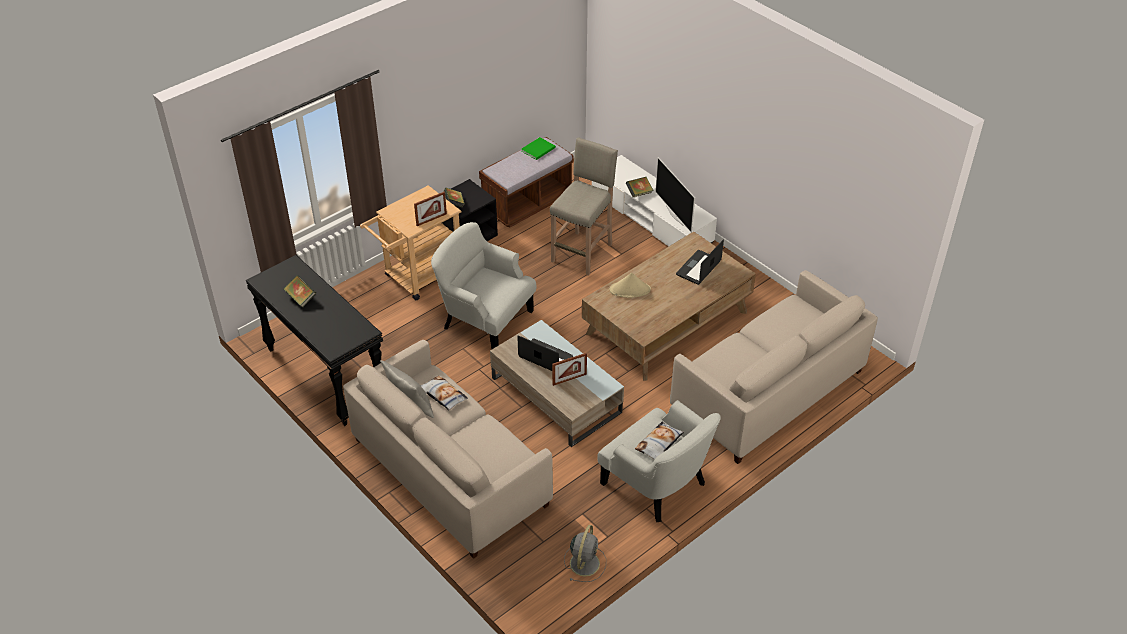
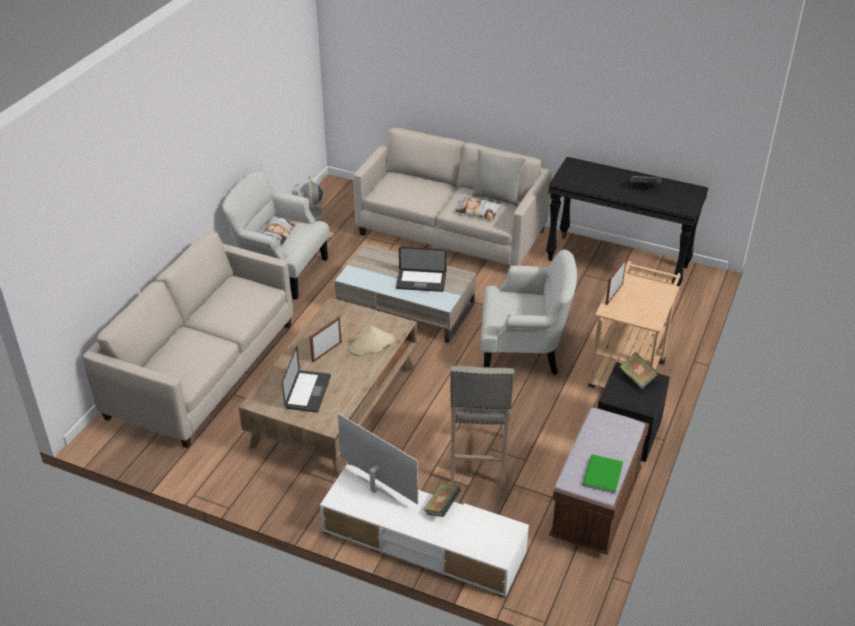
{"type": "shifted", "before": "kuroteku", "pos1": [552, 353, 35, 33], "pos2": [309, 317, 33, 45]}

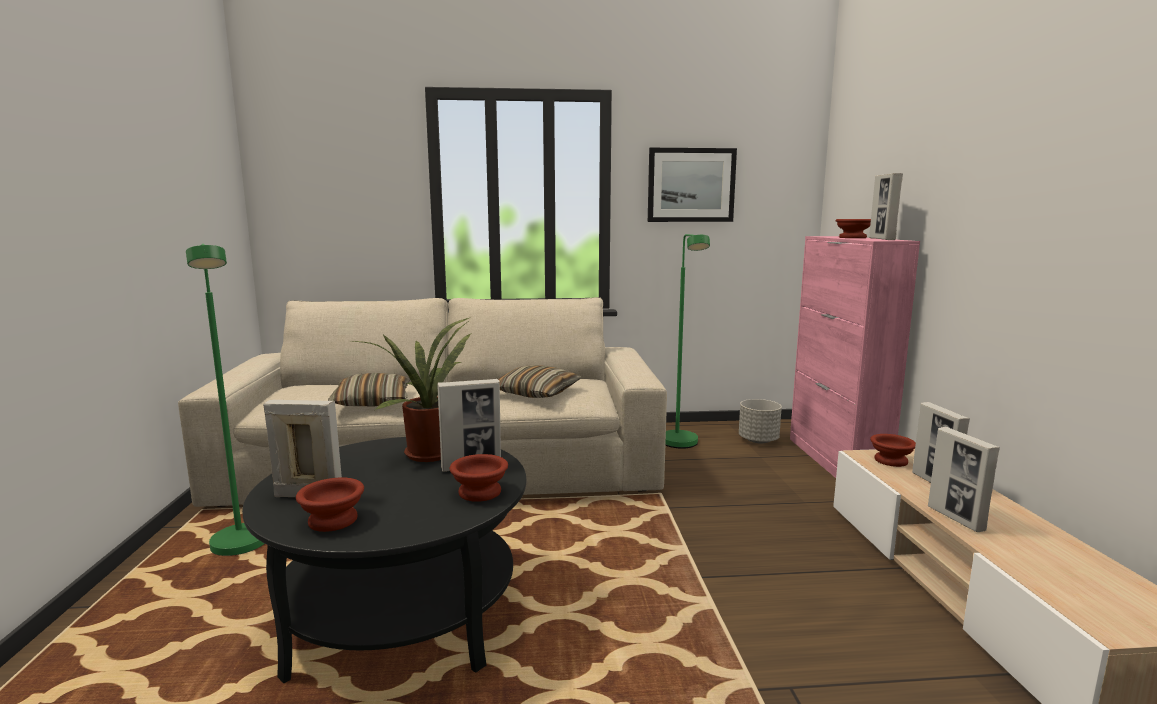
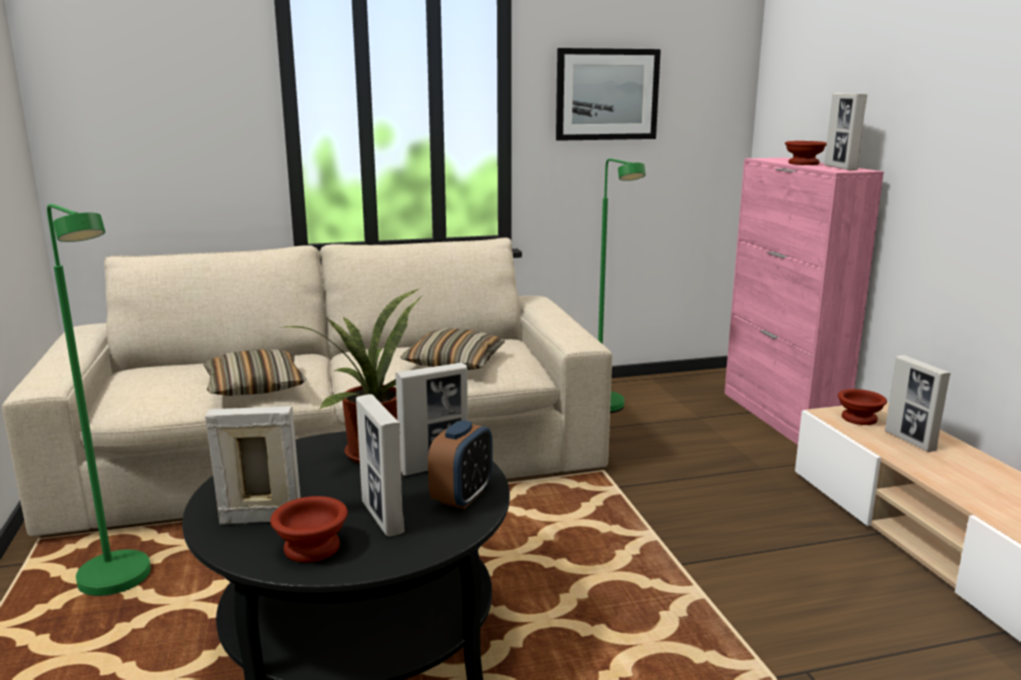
{"type": "swapped", "before": "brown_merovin", "after": "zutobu", "pos1": [450, 454, 58, 48], "pos2": [428, 420, 65, 89]}
{"type": "gone", "before": "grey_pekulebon", "pos1": [739, 399, 43, 44]}
{"type": "shifted", "before": "kuroteku", "pos1": [928, 427, 72, 105], "pos2": [356, 394, 48, 143]}

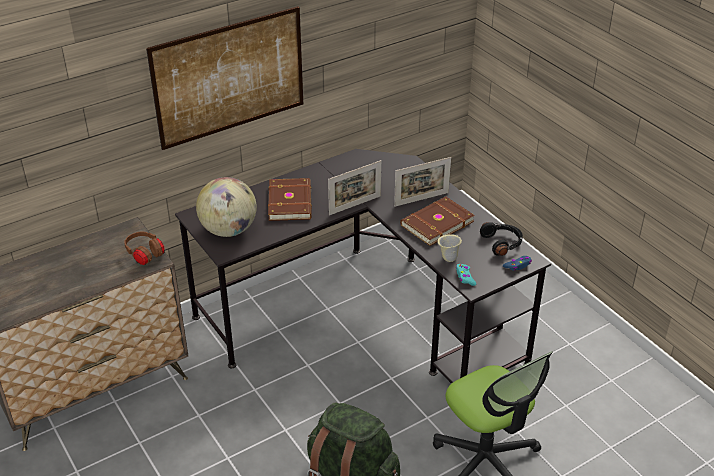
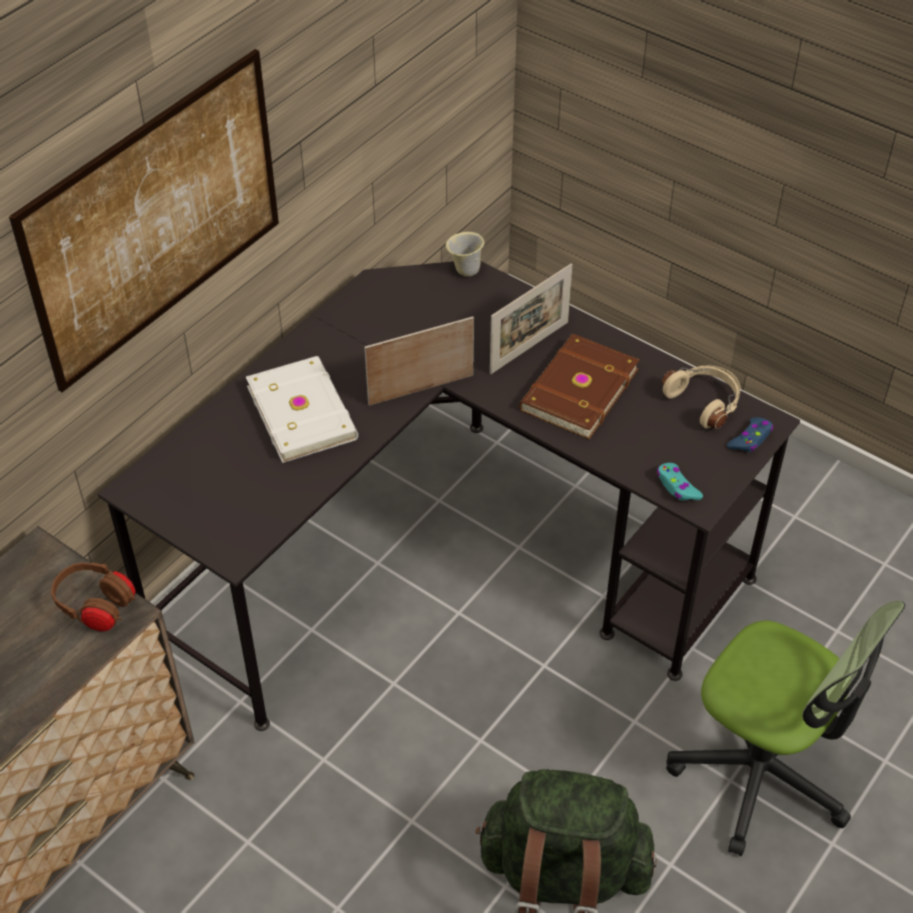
{"type": "gone", "before": "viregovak", "pos1": [196, 177, 61, 60]}
{"type": "repainted", "before": "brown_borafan", "after": "white_borafan", "pos1": [268, 178, 44, 43], "pos2": [246, 356, 112, 107]}
{"type": "rotated", "before": "kuroteku", "pos1": [328, 160, 53, 55], "pos2": [365, 316, 109, 89], "turn": -150}
{"type": "shifted", "before": "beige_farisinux", "pos1": [437, 234, 25, 28], "pos2": [446, 232, 38, 45]}
{"type": "repainted", "before": "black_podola", "after": "beige_podola", "pos1": [480, 222, 43, 34], "pos2": [662, 365, 78, 64]}

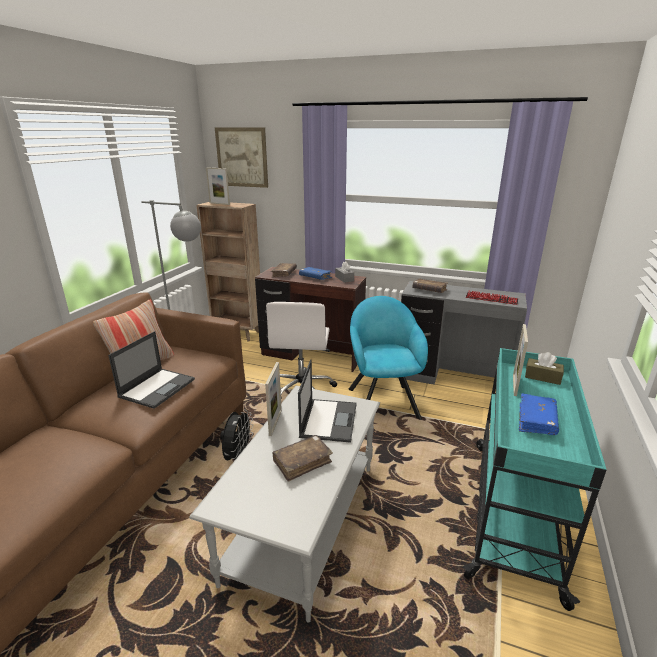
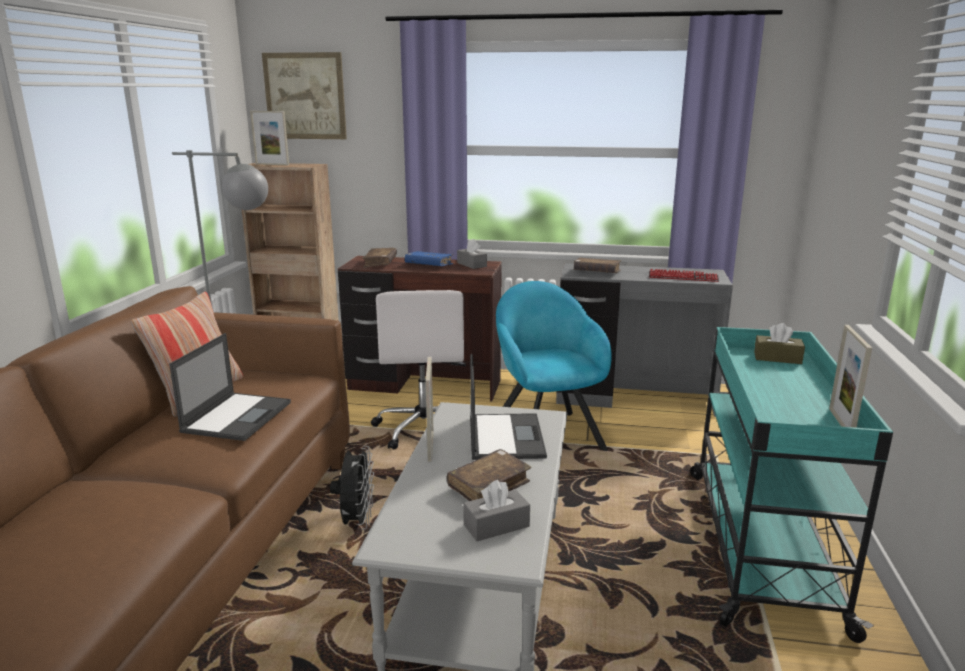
{"type": "shifted", "before": "kuroteku", "pos1": [513, 324, 15, 72], "pos2": [829, 325, 43, 103]}
{"type": "gone", "before": "blue_borafan", "pos1": [519, 394, 40, 41]}
{"type": "new", "after": "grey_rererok", "pos2": [463, 480, 67, 61]}

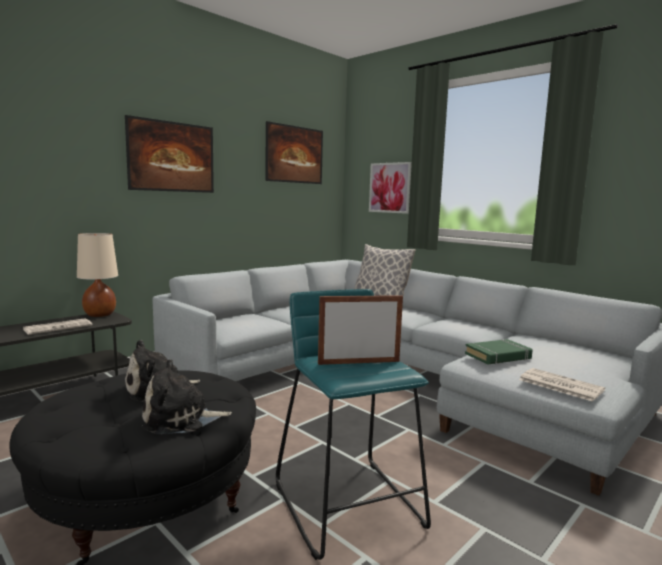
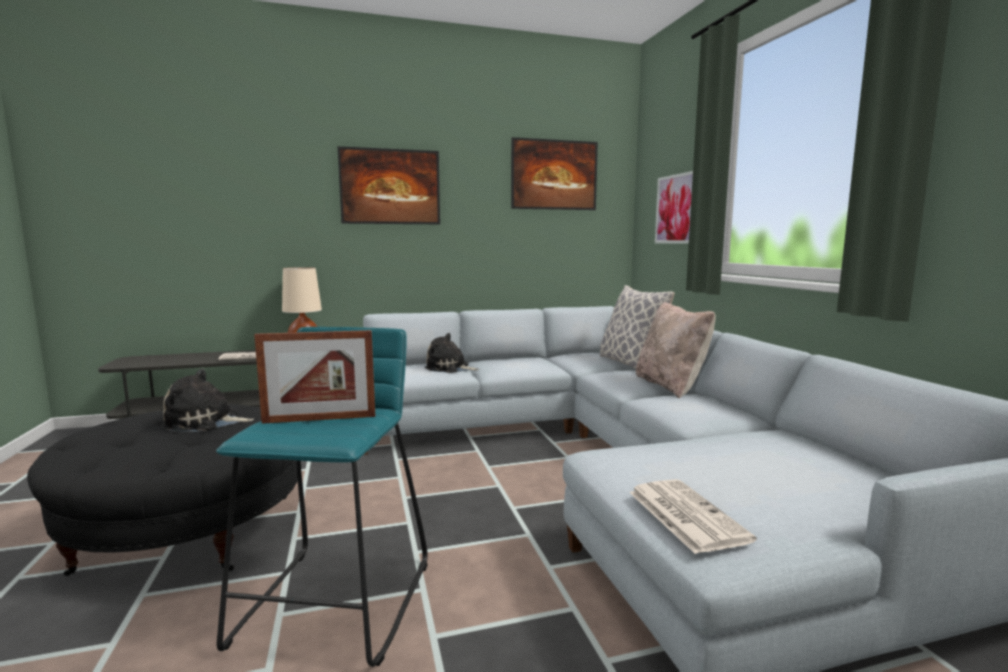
{"type": "shifted", "before": "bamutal", "pos1": [141, 359, 91, 75], "pos2": [425, 333, 54, 40]}
{"type": "rotated", "before": "kuroteku", "pos1": [318, 295, 85, 70], "pos2": [254, 330, 121, 94], "turn": 150}
{"type": "gone", "before": "green_borafan", "pos1": [465, 339, 68, 25]}
{"type": "new", "after": "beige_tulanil", "pos2": [636, 302, 80, 97]}

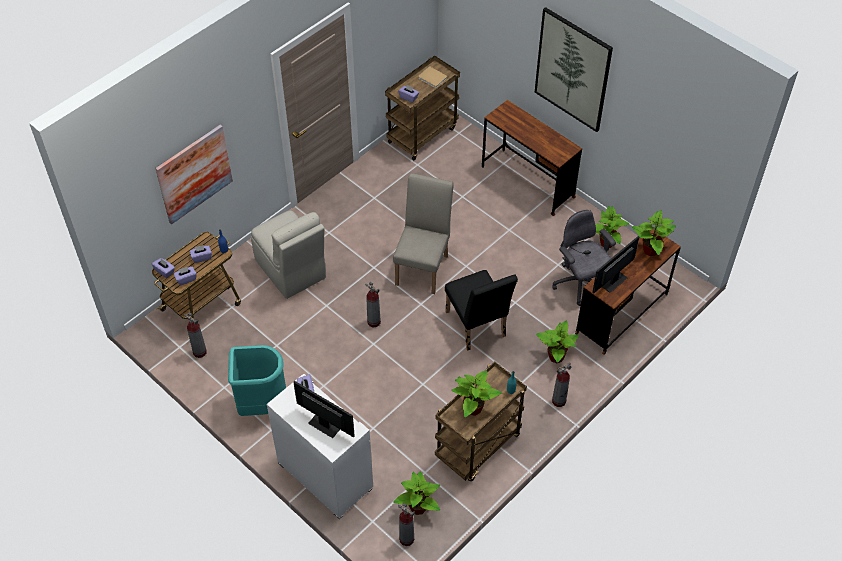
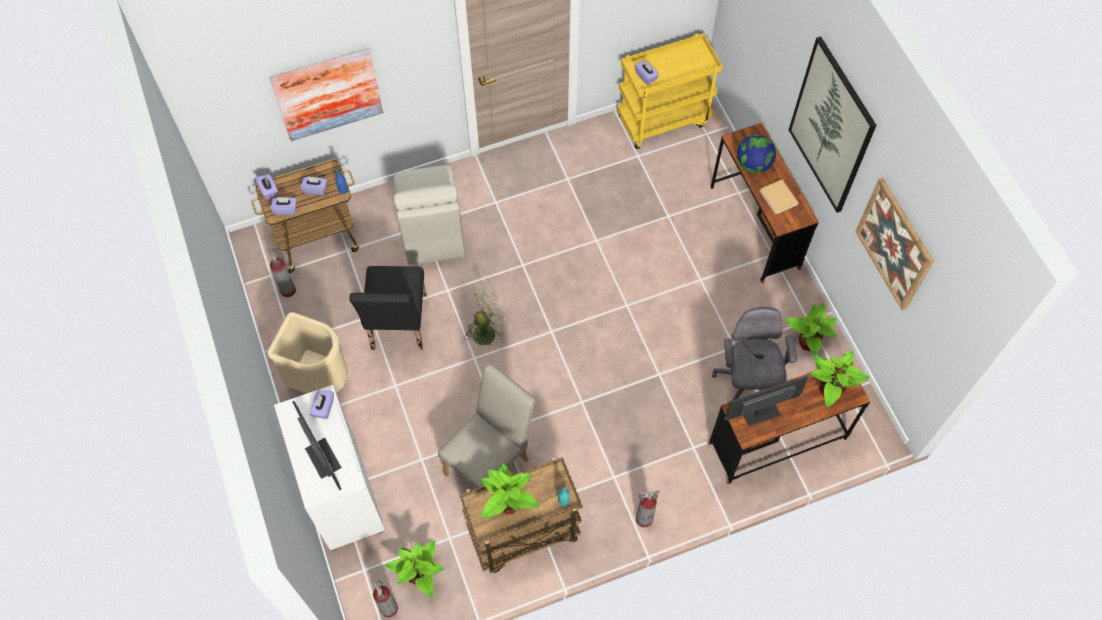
{"type": "repainted", "before": "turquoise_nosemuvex", "after": "beige_nosemuvex", "pos1": [228, 345, 58, 71], "pos2": [268, 312, 80, 81]}
{"type": "swapped", "before": "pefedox", "after": "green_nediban", "pos1": [365, 282, 16, 45], "pos2": [464, 289, 46, 59]}
{"type": "repainted", "before": "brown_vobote", "after": "yellow_vobote", "pos1": [385, 56, 75, 104], "pos2": [617, 33, 106, 116]}
{"type": "shifted", "before": "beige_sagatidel", "pos1": [393, 173, 61, 121], "pos2": [438, 364, 98, 125]}
{"type": "shifted", "before": "beige_borafan", "pos1": [418, 66, 30, 22], "pos2": [760, 180, 38, 34]}
{"type": "shifted", "before": "black_sagatidel", "pos1": [445, 270, 73, 81], "pos2": [350, 266, 77, 84]}
{"type": "gone", "before": "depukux", "pos1": [536, 320, 43, 43]}
{"type": "new", "after": "viregovak", "pos2": [737, 134, 39, 39]}
{"type": "new", "after": "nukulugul", "pos2": [855, 177, 79, 134]}

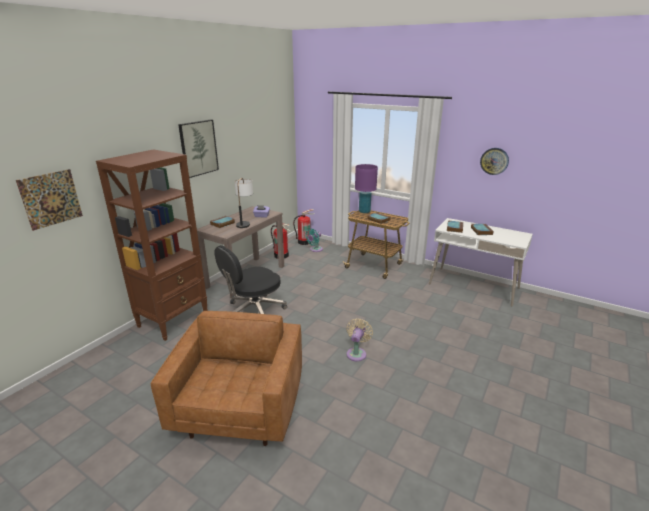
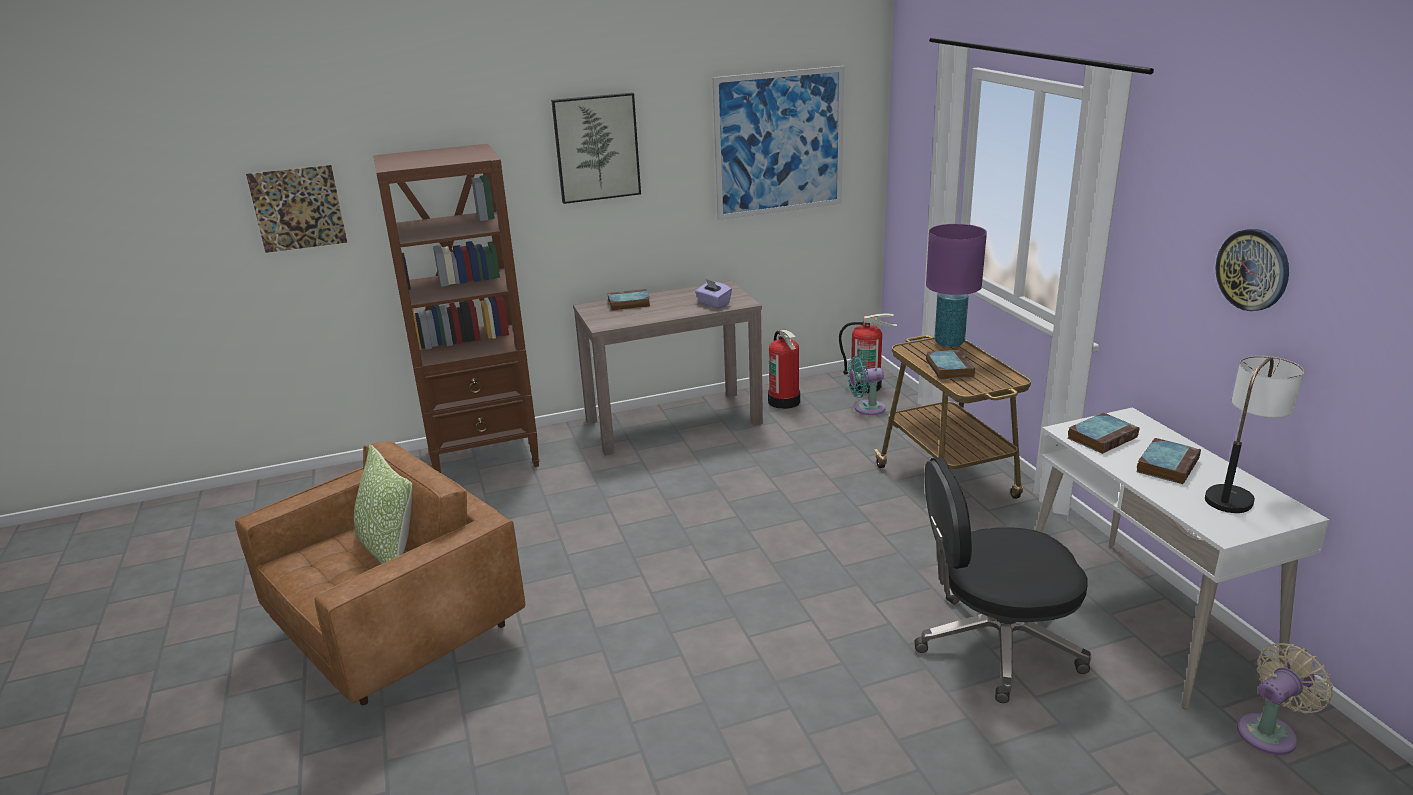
{"type": "shifted", "before": "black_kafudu", "pos1": [214, 245, 73, 69], "pos2": [914, 457, 178, 246]}
{"type": "shifted", "before": "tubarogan", "pos1": [235, 178, 18, 50], "pos2": [1205, 356, 99, 157]}
{"type": "shifted", "before": "beige_nediban", "pos1": [346, 318, 27, 44], "pos2": [1237, 643, 96, 112]}
{"type": "new", "after": "tulanil", "pos2": [354, 445, 58, 119]}
{"type": "new", "after": "nukulugul", "pos2": [713, 66, 131, 154]}

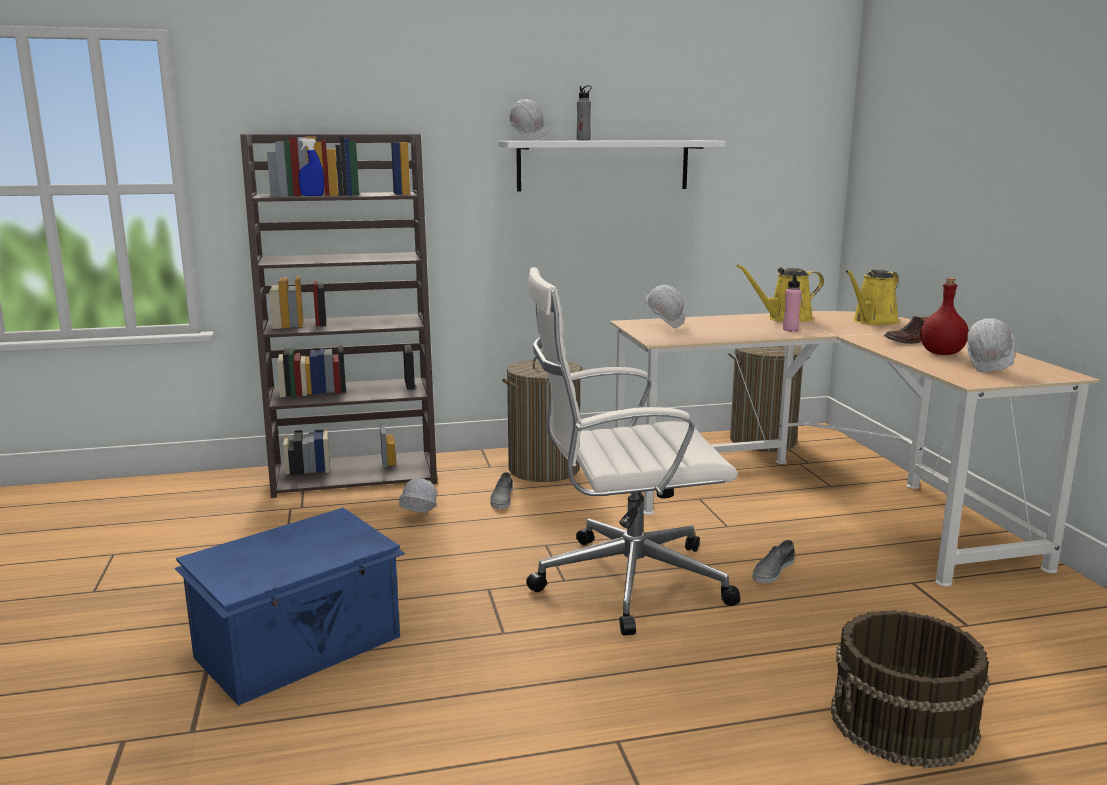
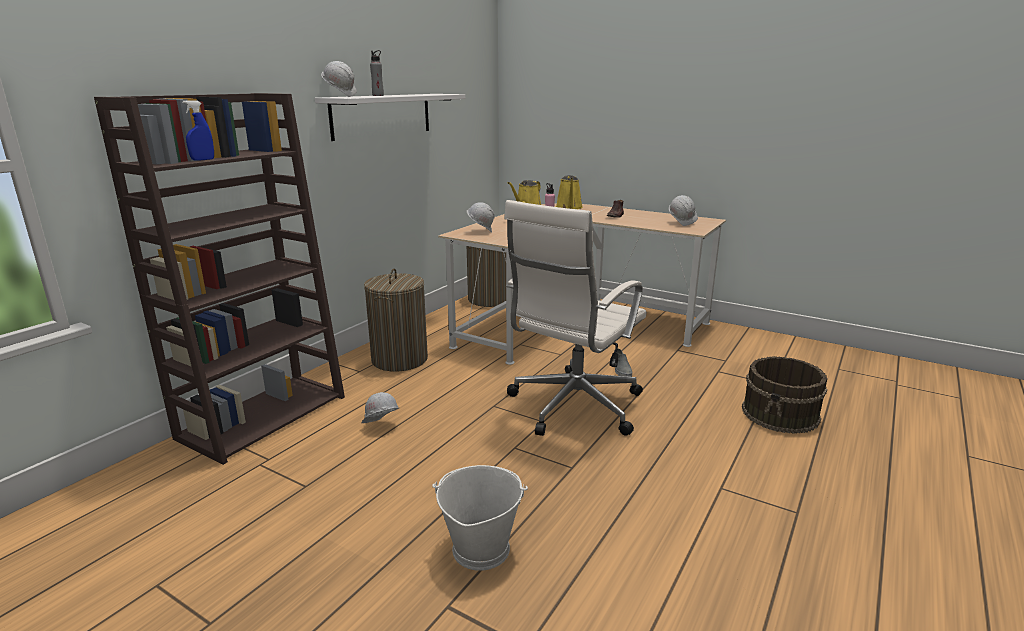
{"type": "swapped", "before": "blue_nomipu", "after": "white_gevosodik", "pos1": [175, 508, 230, 198], "pos2": [432, 465, 96, 105]}
{"type": "gone", "before": "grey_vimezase", "pos1": [490, 472, 23, 37]}
{"type": "gone", "before": "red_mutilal", "pos1": [920, 278, 48, 77]}

